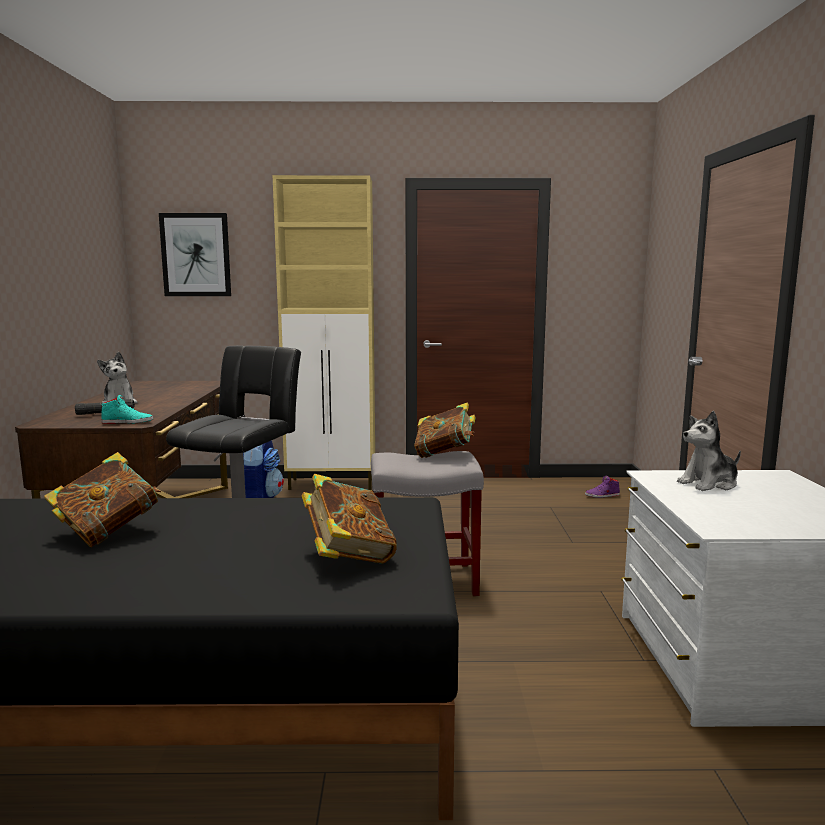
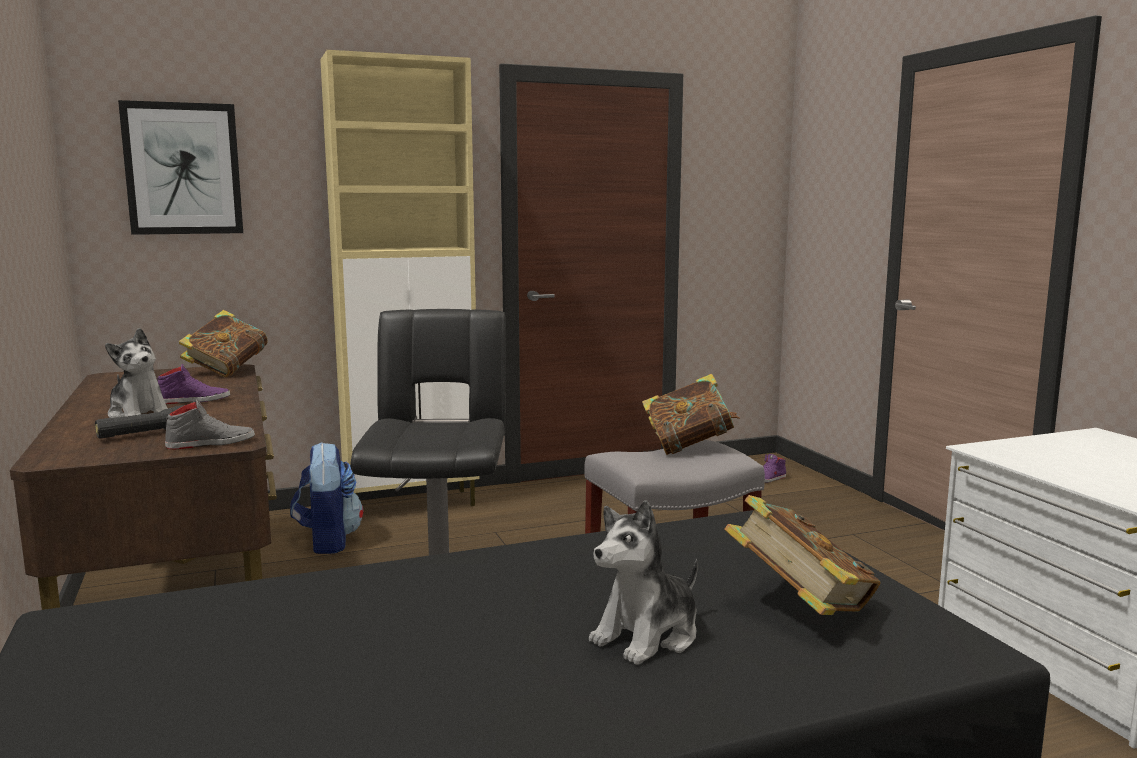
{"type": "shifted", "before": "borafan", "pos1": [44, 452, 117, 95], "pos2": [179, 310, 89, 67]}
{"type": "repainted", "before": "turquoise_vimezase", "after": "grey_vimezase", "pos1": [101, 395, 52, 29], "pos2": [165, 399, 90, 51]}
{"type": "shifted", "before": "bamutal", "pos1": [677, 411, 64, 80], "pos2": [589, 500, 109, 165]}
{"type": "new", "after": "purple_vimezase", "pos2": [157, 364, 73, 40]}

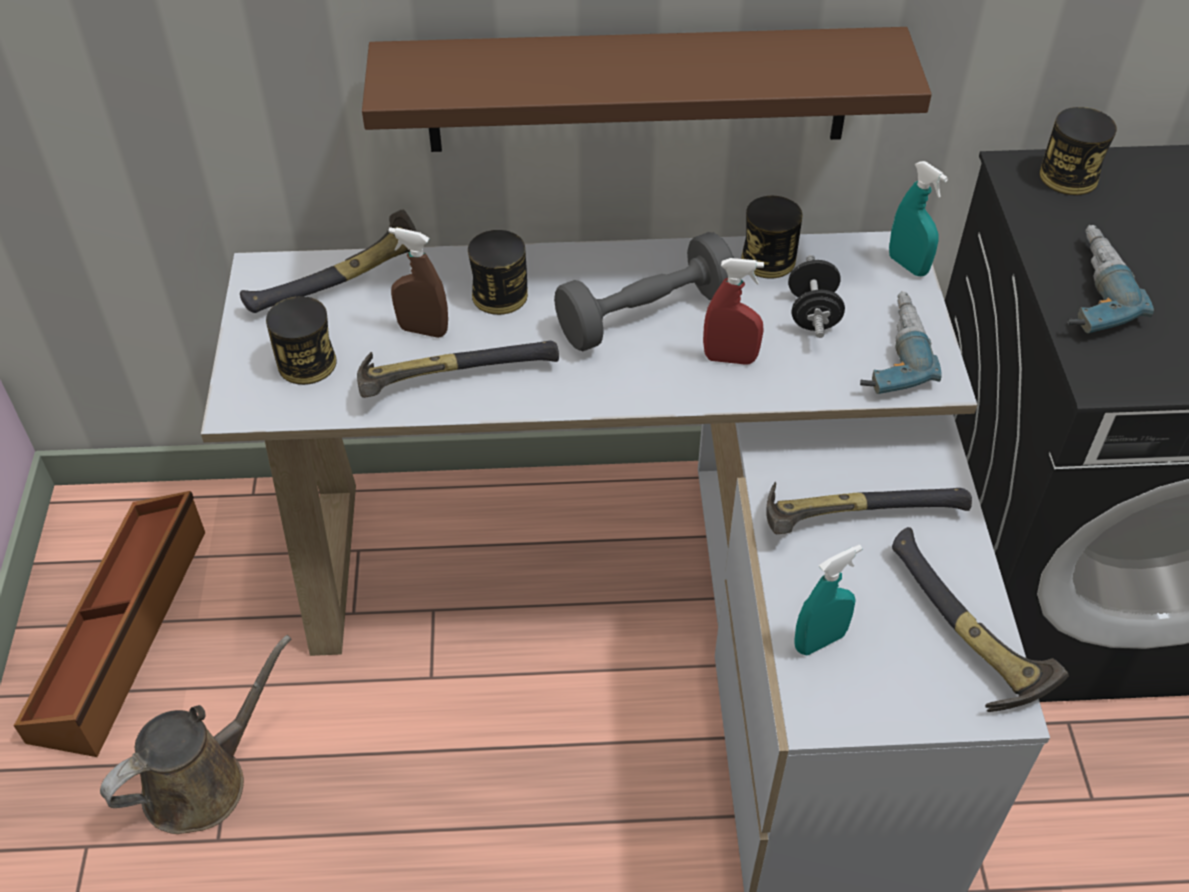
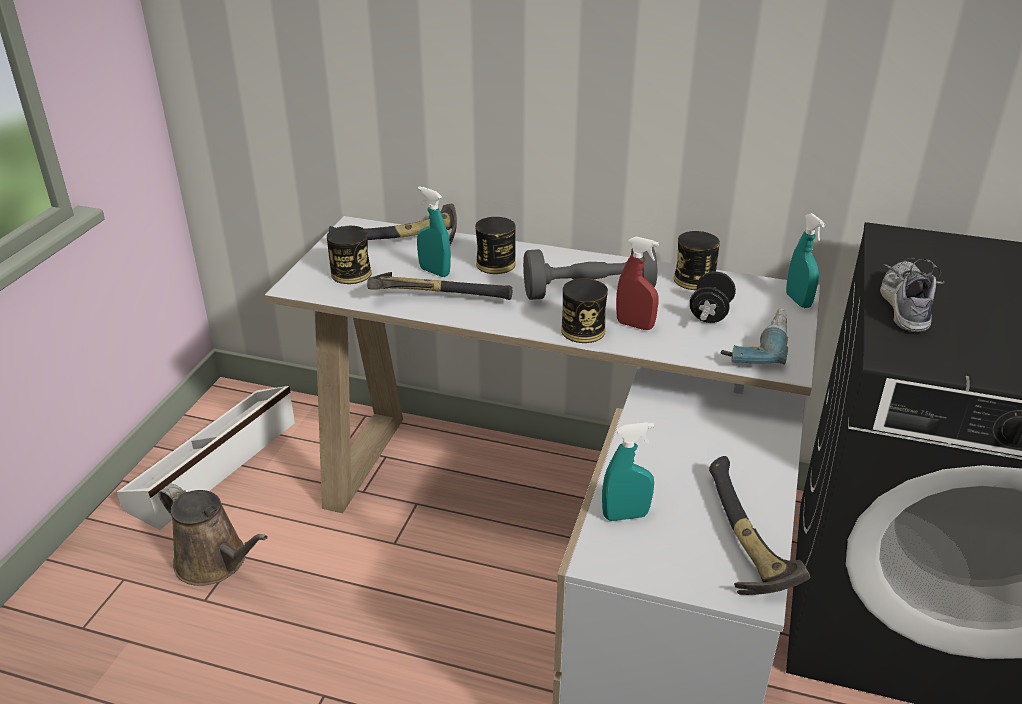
{"type": "repainted", "before": "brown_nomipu", "after": "white_nomipu", "pos1": [14, 491, 191, 266], "pos2": [117, 386, 178, 144]}
{"type": "rotated", "before": "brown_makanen", "pos1": [100, 635, 192, 199], "pos2": [158, 484, 110, 102], "turn": 60}
{"type": "gone", "before": "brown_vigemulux", "pos1": [362, 27, 570, 125]}
{"type": "repainted", "before": "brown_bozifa", "after": "turquoise_bozifa", "pos1": [388, 227, 60, 111], "pos2": [417, 186, 34, 91]}
{"type": "gone", "before": "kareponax", "pos1": [766, 482, 206, 52]}
{"type": "shifted", "before": "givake", "pos1": [1039, 107, 78, 88], "pos2": [561, 278, 47, 65]}
{"type": "swapped", "before": "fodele", "after": "vimezase", "pos1": [1067, 225, 87, 108], "pos2": [880, 258, 65, 74]}

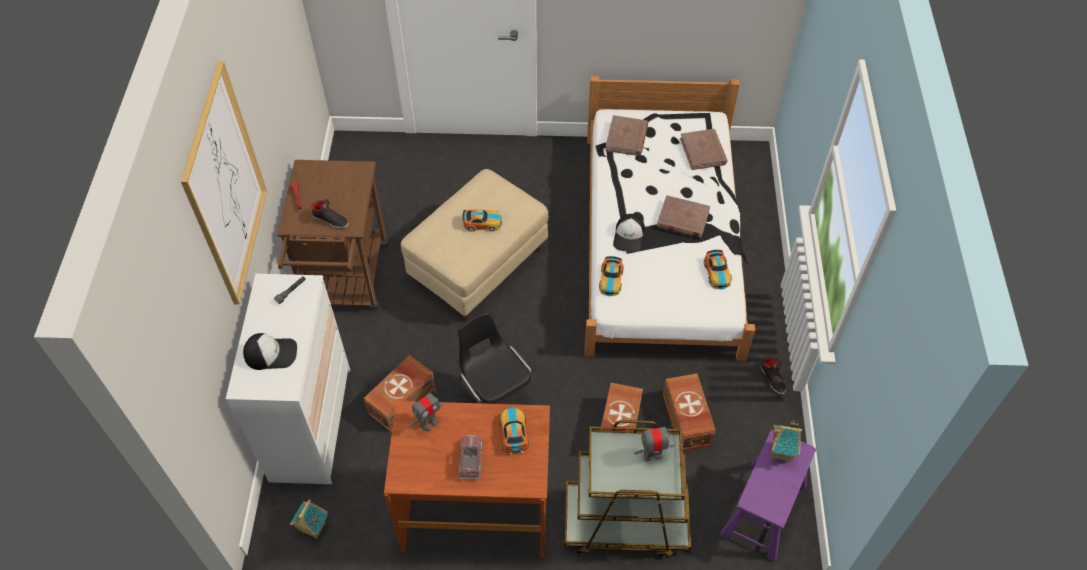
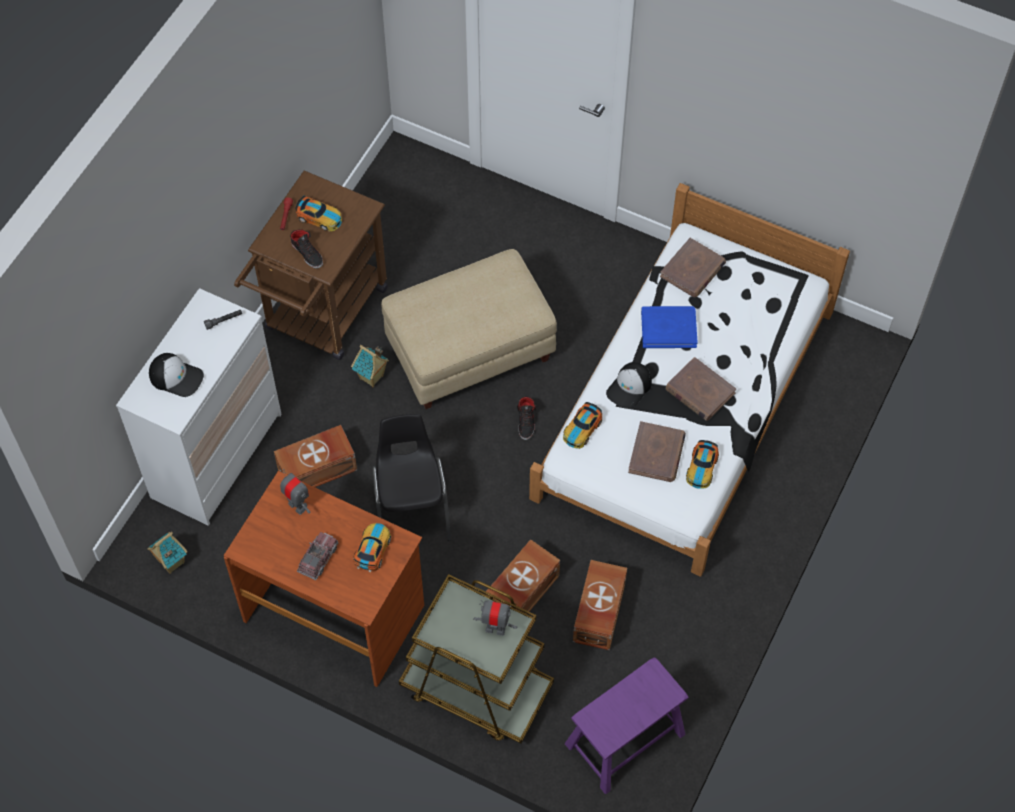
{"type": "gone", "before": "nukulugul", "pos1": [181, 61, 86, 244]}
{"type": "rotated", "before": "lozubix", "pos1": [410, 390, 34, 41], "pos2": [280, 469, 31, 46], "turn": -120}
{"type": "shifted", "before": "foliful", "pos1": [462, 209, 40, 23], "pos2": [296, 196, 46, 36]}
{"type": "shifted", "before": "brown_borafan", "pos1": [680, 129, 47, 41], "pos2": [628, 421, 58, 61]}
{"type": "shifted", "before": "black_vimezase", "pos1": [760, 357, 26, 38], "pos2": [517, 396, 20, 44]}
{"type": "shifted", "before": "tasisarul", "pos1": [772, 420, 30, 42], "pos2": [351, 345, 38, 42]}
{"type": "new", "after": "blue_borafan", "pos2": [641, 306, 57, 42]}

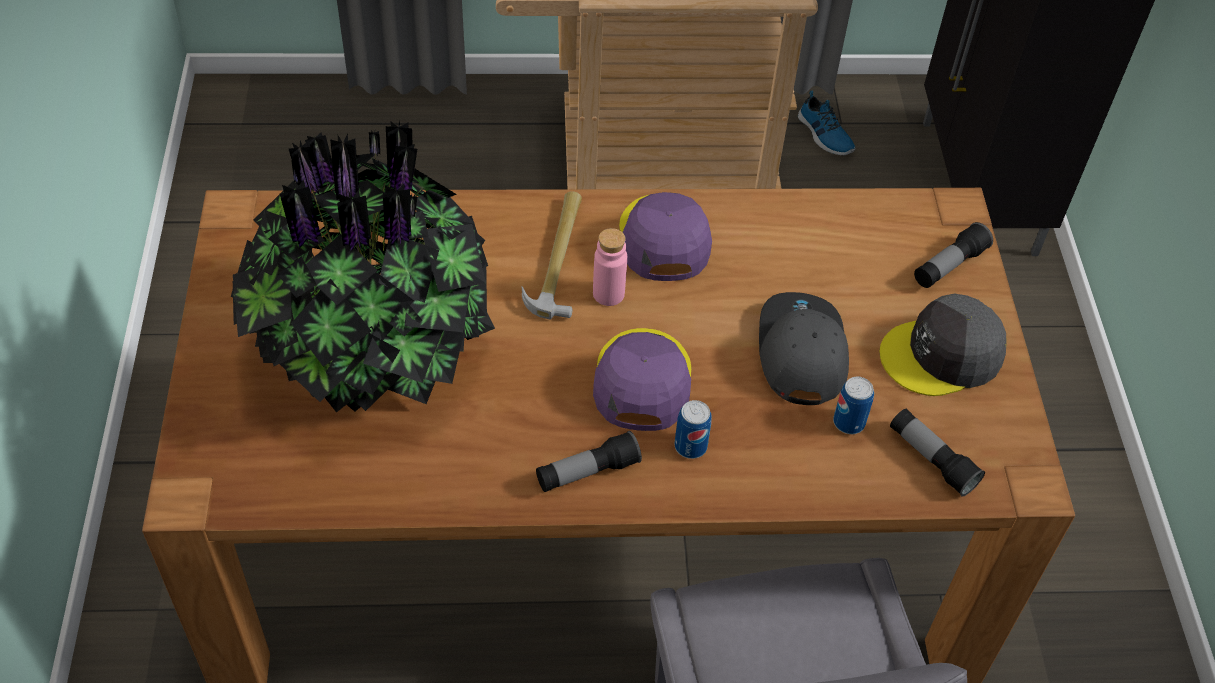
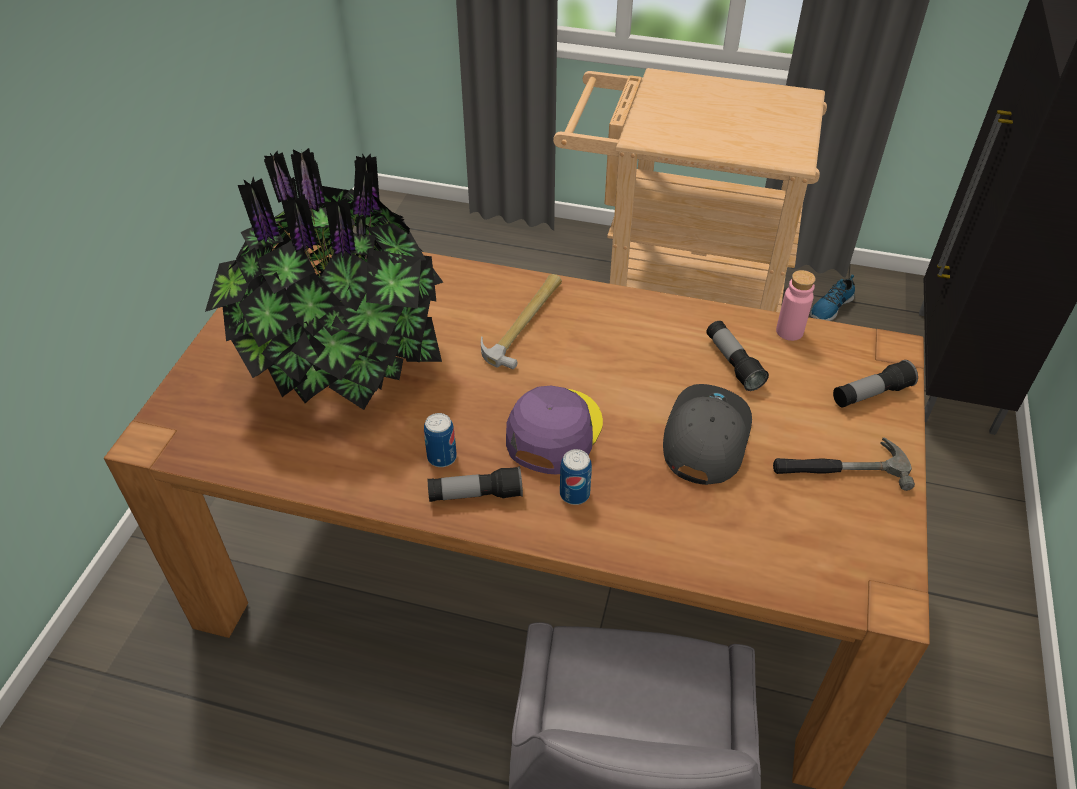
{"type": "shifted", "before": "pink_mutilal", "pos1": [593, 228, 34, 78], "pos2": [776, 270, 40, 71]}
{"type": "gone", "before": "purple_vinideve", "pos1": [619, 192, 93, 89]}
{"type": "rotated", "before": "vimezase", "pos1": [798, 91, 58, 64], "pos2": [810, 275, 45, 46], "turn": 60}
{"type": "shifted", "before": "givake", "pos1": [833, 377, 41, 57], "pos2": [424, 413, 33, 54]}
{"type": "swapped", "before": "grey_vinideve", "after": "kareponax", "pos1": [879, 294, 127, 102], "pos2": [773, 437, 142, 54]}
{"type": "shifted", "before": "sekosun", "pos1": [890, 409, 95, 88], "pos2": [706, 321, 63, 70]}

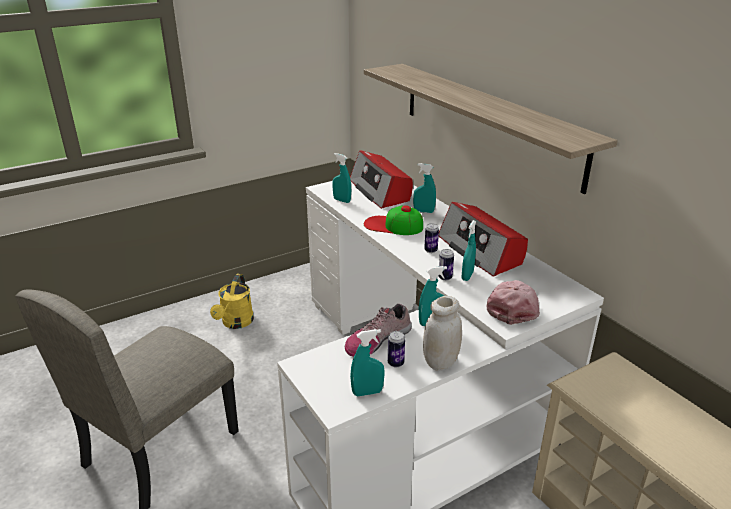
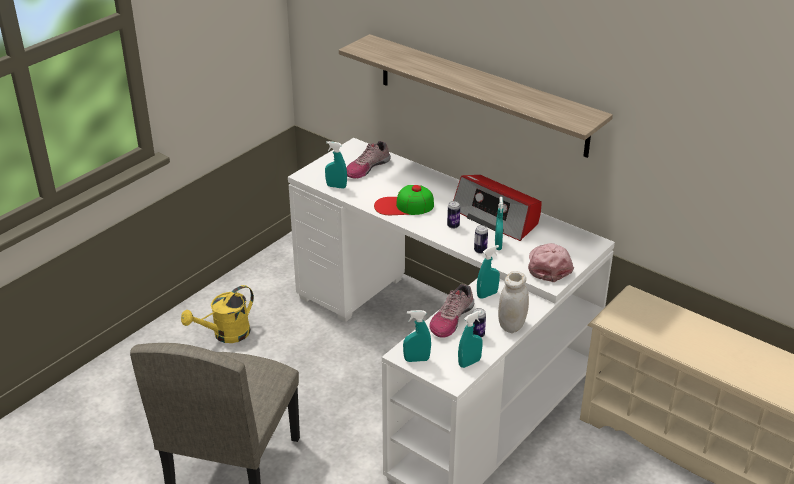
{"type": "rotated", "before": "yellow_makanen", "pos1": [210, 274, 44, 55], "pos2": [181, 285, 73, 58], "turn": 60}
{"type": "swapped", "before": "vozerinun", "after": "vimezase", "pos1": [350, 151, 63, 58], "pos2": [346, 141, 45, 37]}
{"type": "shifted", "before": "turquoise_bozifa", "pos1": [413, 163, 23, 50], "pos2": [403, 310, 28, 52]}

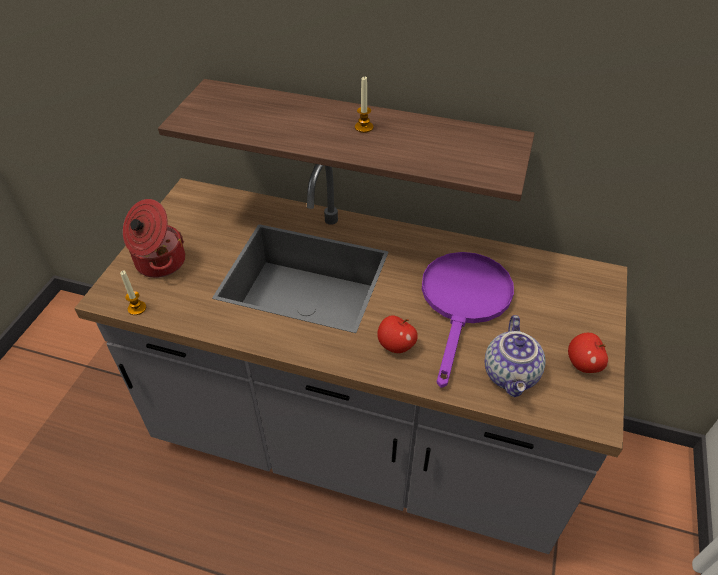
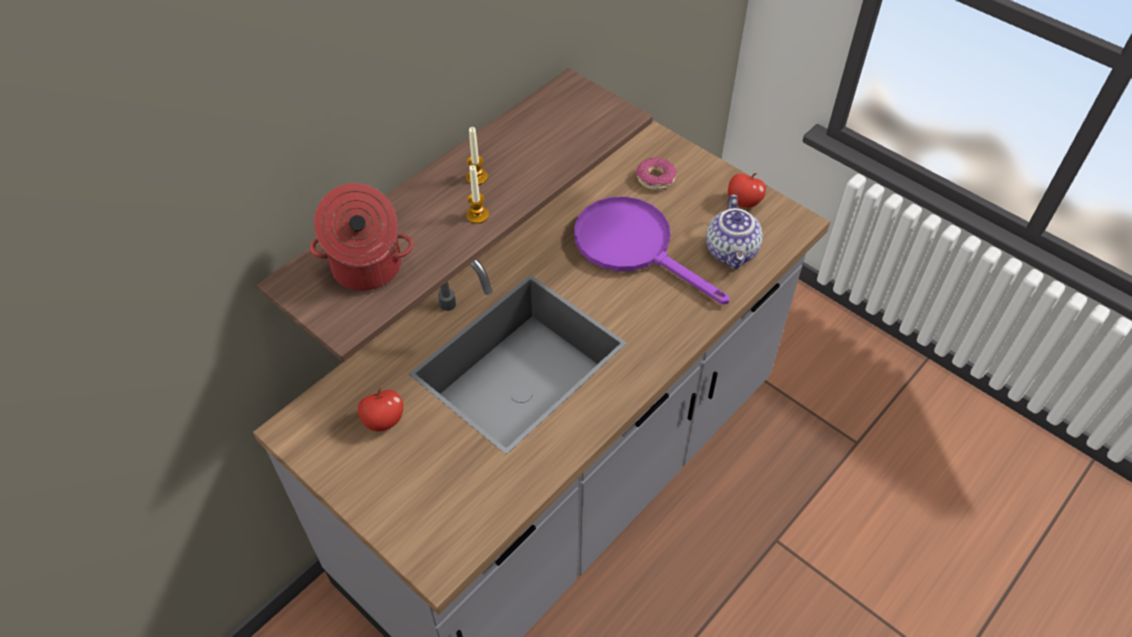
{"type": "shifted", "before": "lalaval", "pos1": [120, 270, 26, 45], "pos2": [466, 165, 23, 59]}
{"type": "shifted", "before": "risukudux", "pos1": [123, 199, 62, 79], "pos2": [310, 183, 104, 108]}
{"type": "shifted", "before": "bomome", "pos1": [377, 315, 41, 38], "pos2": [358, 388, 46, 43]}
{"type": "rotated", "before": "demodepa", "pos1": [485, 315, 61, 82], "pos2": [706, 194, 57, 75], "turn": 60}
{"type": "new", "after": "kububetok", "pos2": [636, 157, 41, 33]}

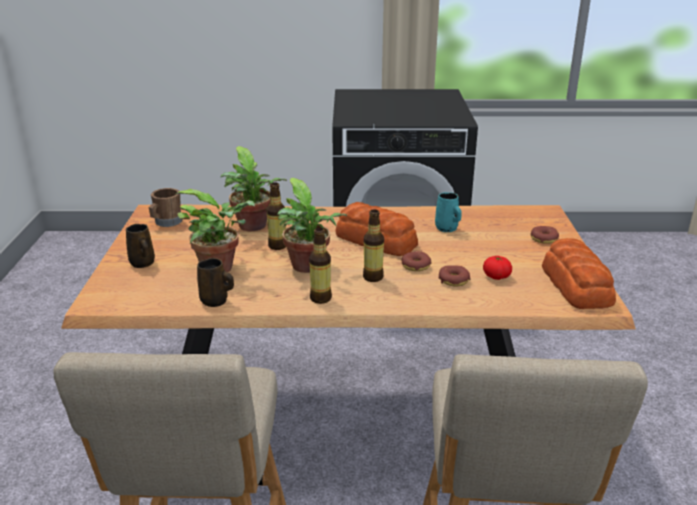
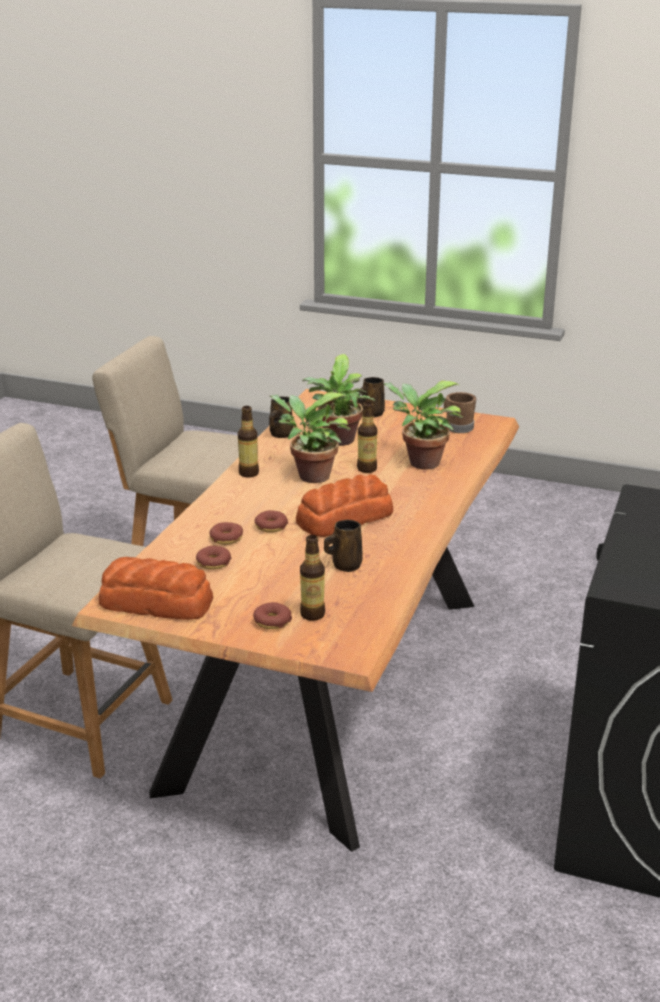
{"type": "shifted", "before": "mutilal", "pos1": [363, 209, 21, 73], "pos2": [300, 535, 25, 86]}
{"type": "repainted", "before": "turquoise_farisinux", "after": "brown_farisinux", "pos1": [435, 192, 27, 40], "pos2": [324, 520, 39, 52]}
{"type": "swapped", "before": "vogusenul", "after": "kububetok", "pos1": [483, 256, 29, 24], "pos2": [196, 546, 36, 24]}

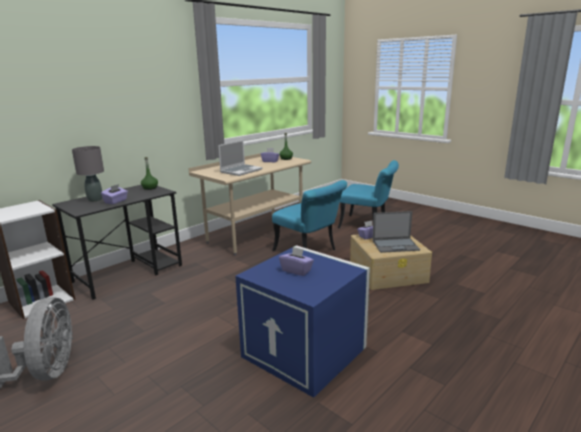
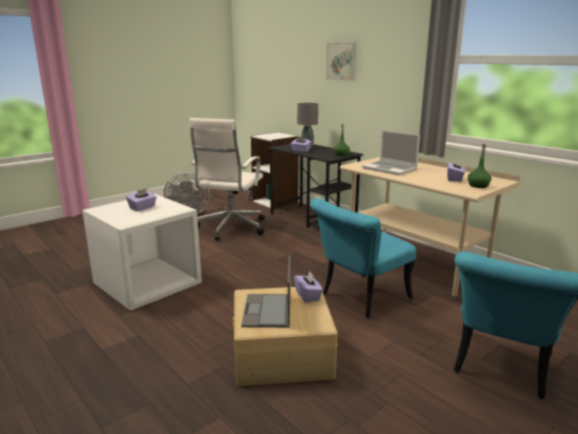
{"type": "repainted", "before": "blue_nomipu", "after": "white_nomipu", "pos1": [235, 245, 135, 153], "pos2": [82, 194, 120, 117]}
{"type": "new", "after": "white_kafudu", "pos2": [189, 118, 76, 122]}
{"type": "new", "after": "nukulugul", "pos2": [326, 43, 30, 38]}

